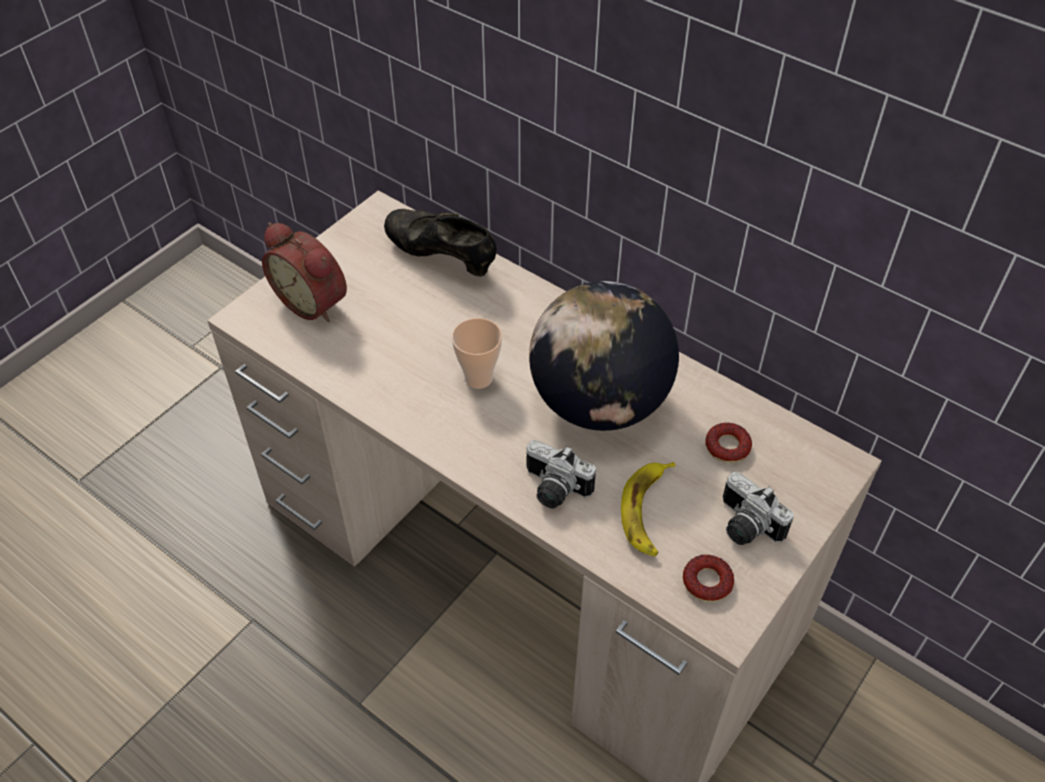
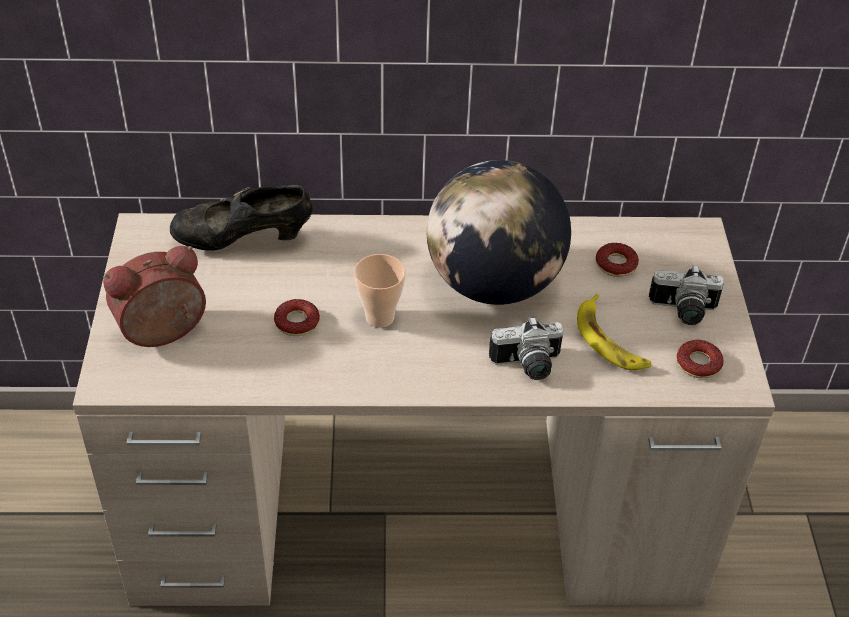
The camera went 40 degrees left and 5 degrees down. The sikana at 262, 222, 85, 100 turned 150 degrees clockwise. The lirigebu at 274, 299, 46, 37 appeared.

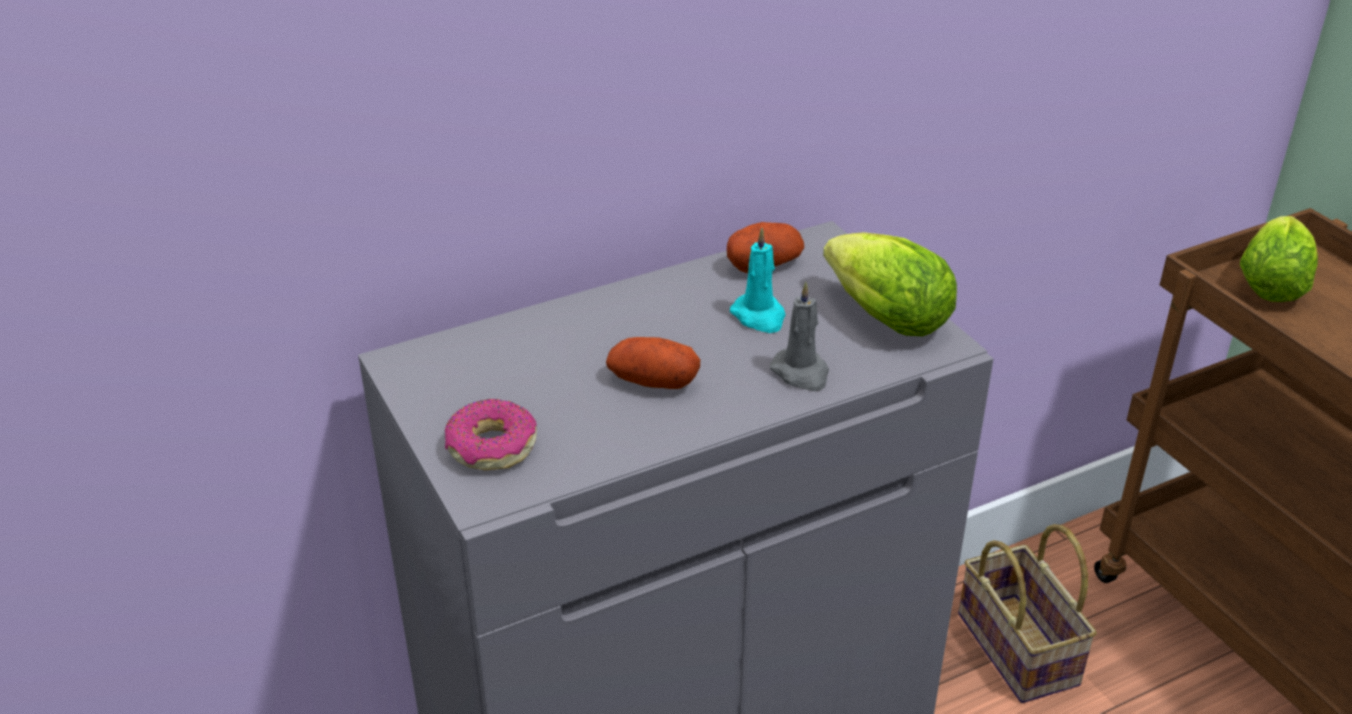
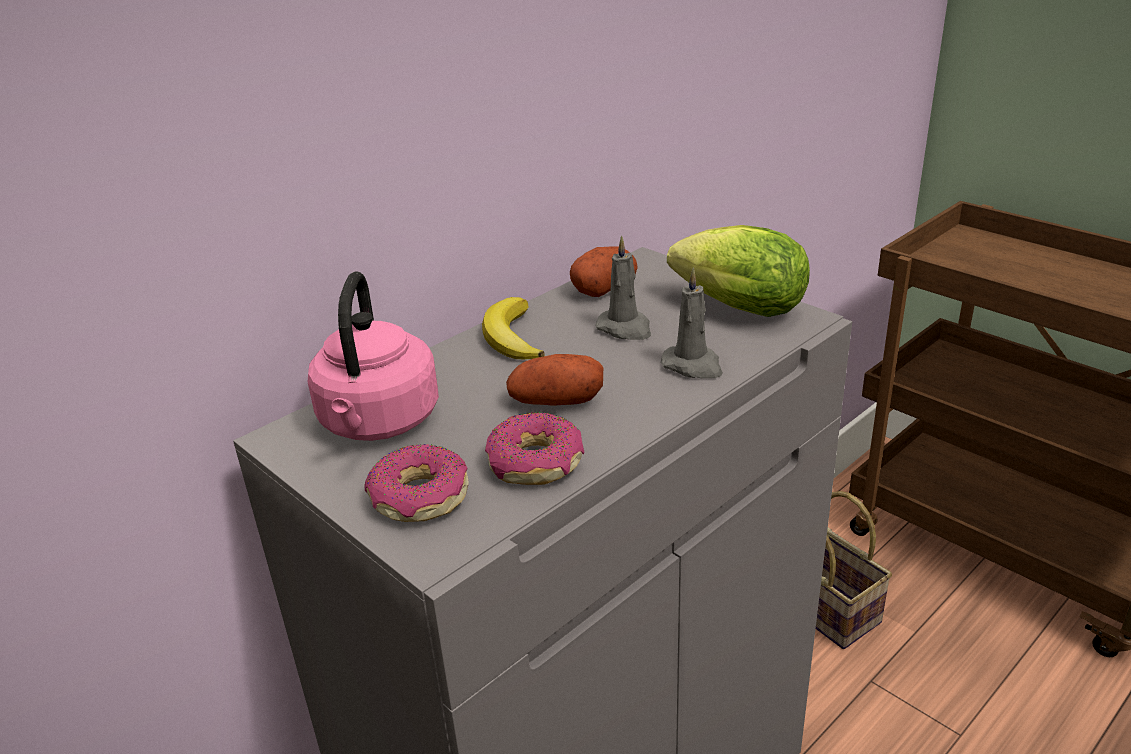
The camera went 15 degrees left and 5 degrees down. The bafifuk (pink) at 308, 271, 131, 170 appeared. The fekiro at 482, 297, 63, 62 appeared. The lirigebu at 485, 413, 99, 72 appeared. The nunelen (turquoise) at 730, 228, 56, 105 became the nunelen (grey) at 595, 236, 56, 104. The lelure at 1240, 216, 78, 86 disappeared.

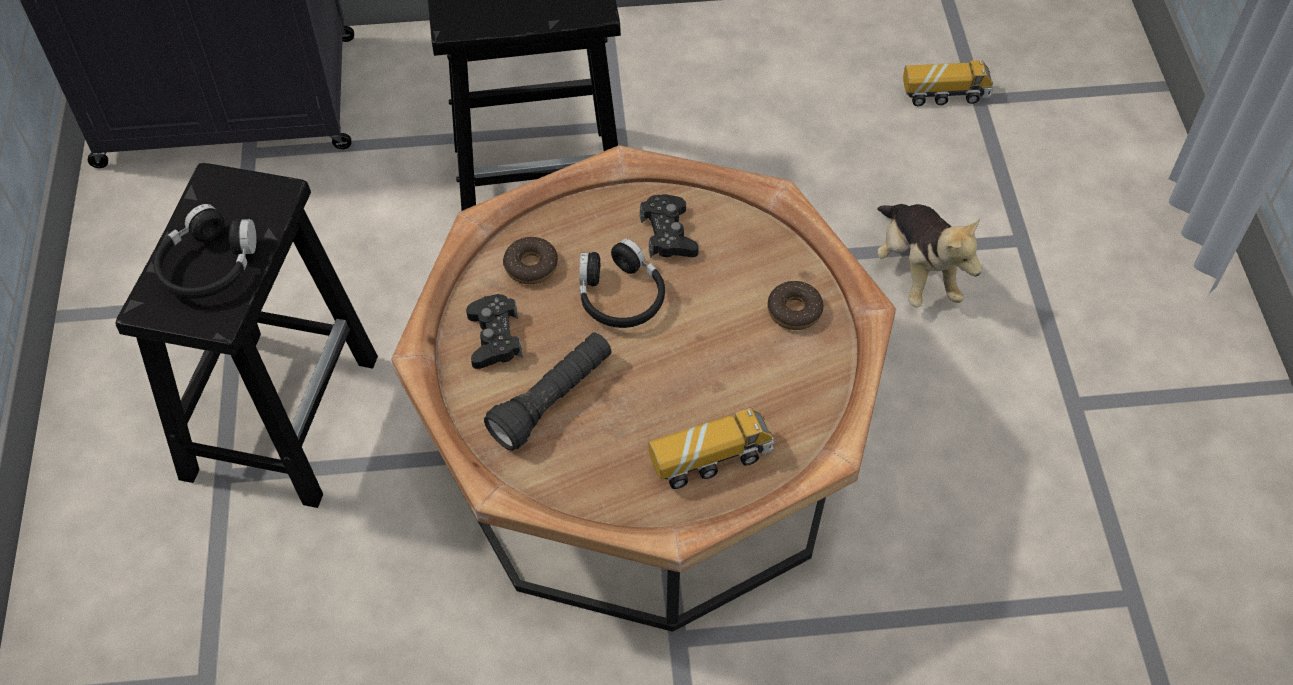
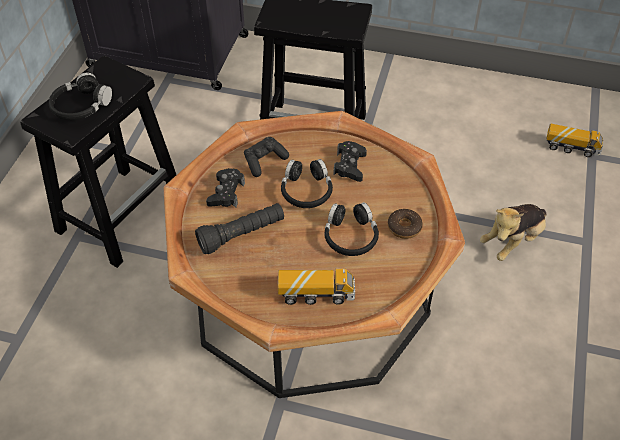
The camera went 20 degrees right and 5 degrees down. The lirigebu at 503, 237, 55, 47 was replaced by the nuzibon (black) at 244, 137, 45, 40. The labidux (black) at 324, 202, 55, 54 appeared. The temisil at 877, 204, 105, 104 turned 45 degrees clockwise.

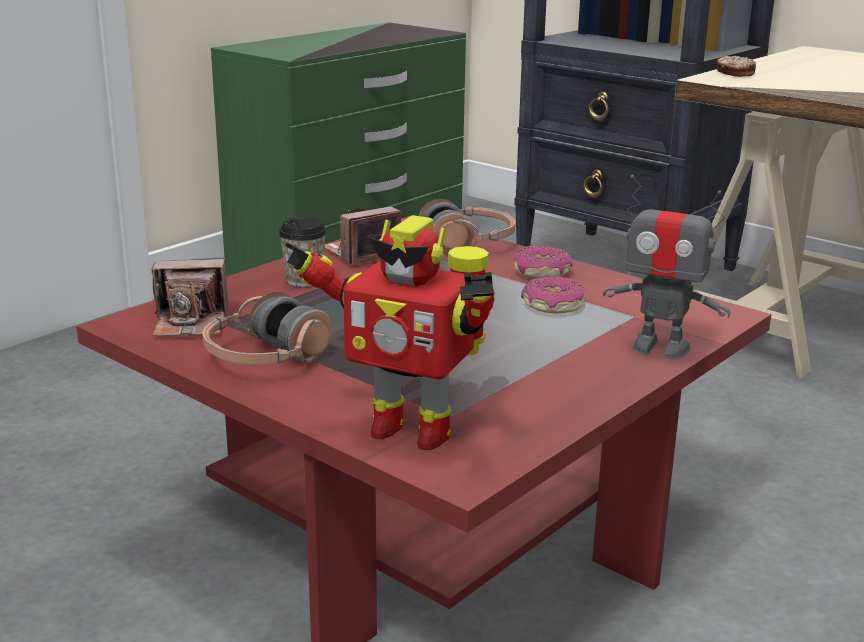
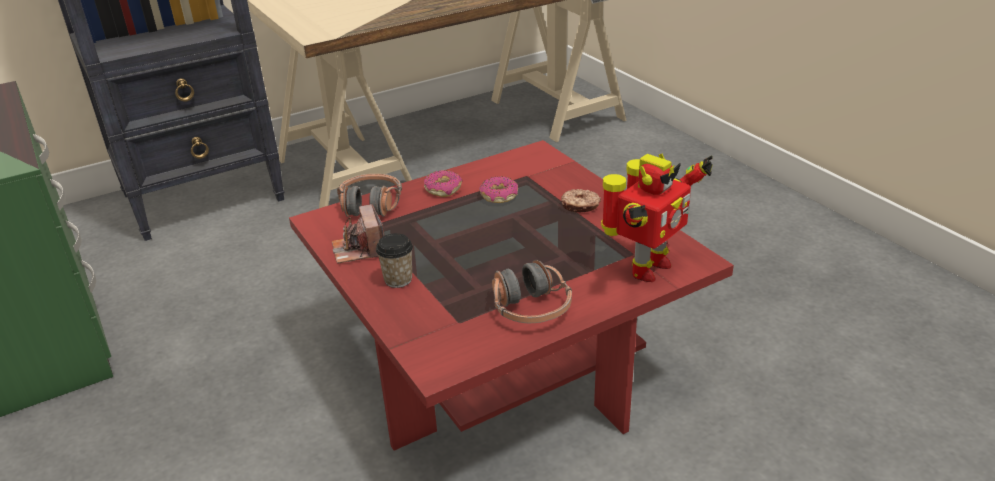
The camera went 70 degrees left and 10 degrees up. The lirigebu moved from 717, 56, 39, 21 to 561, 189, 40, 23. The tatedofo at 152, 258, 76, 79 disappeared. The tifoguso at 603, 175, 128, 184 disappeared.

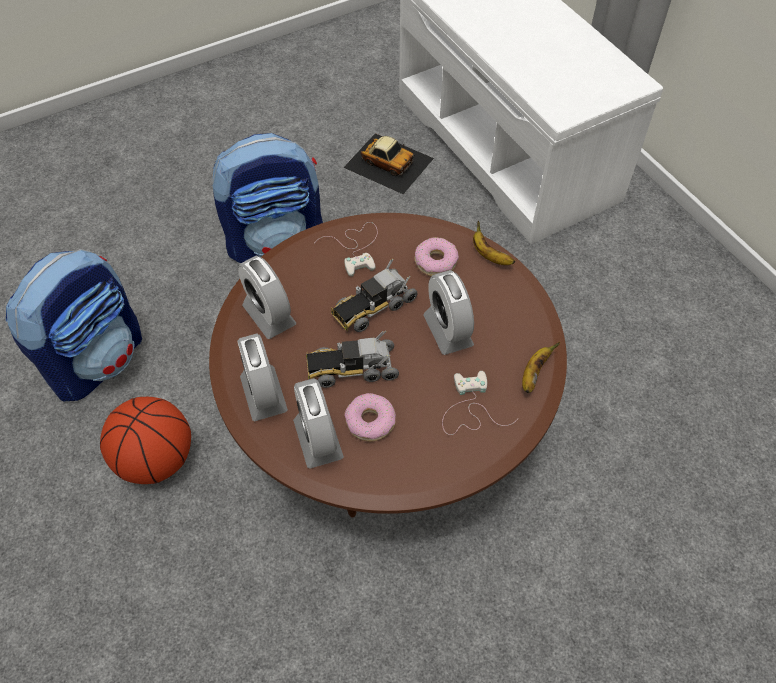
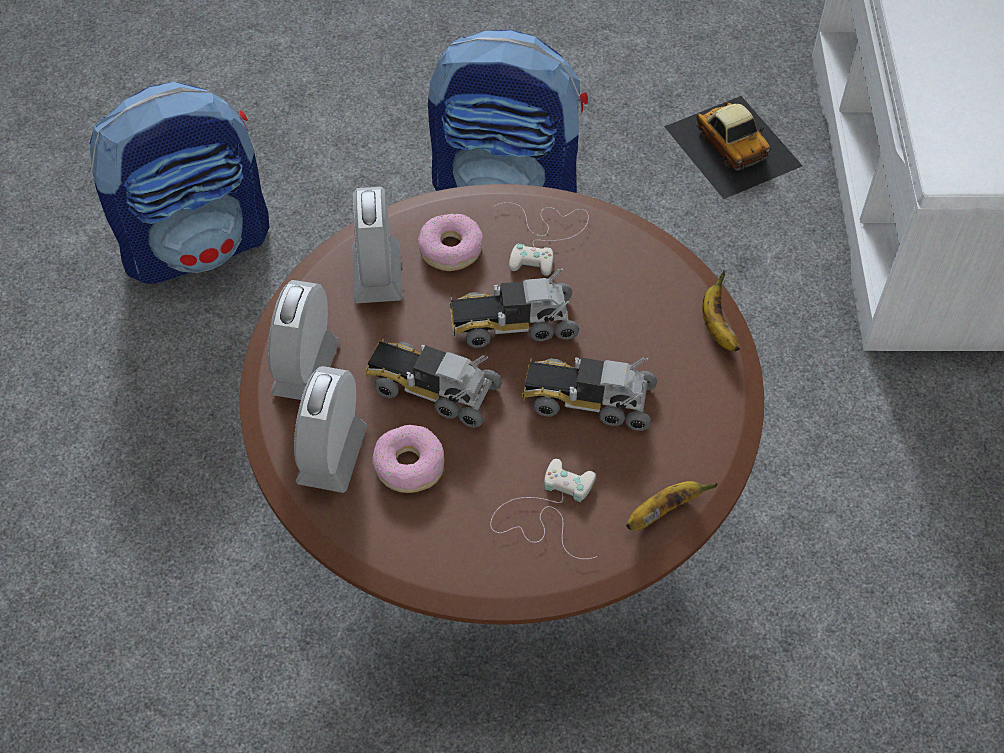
The camera went 30 degrees right and 0 degrees up. The lirigebu moved from 414, 237, 45, 39 to 418, 214, 65, 57. The sikana at 423, 270, 51, 85 was replaced by the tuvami at 522, 357, 135, 74. The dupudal at 100, 397, 91, 87 disappeared.

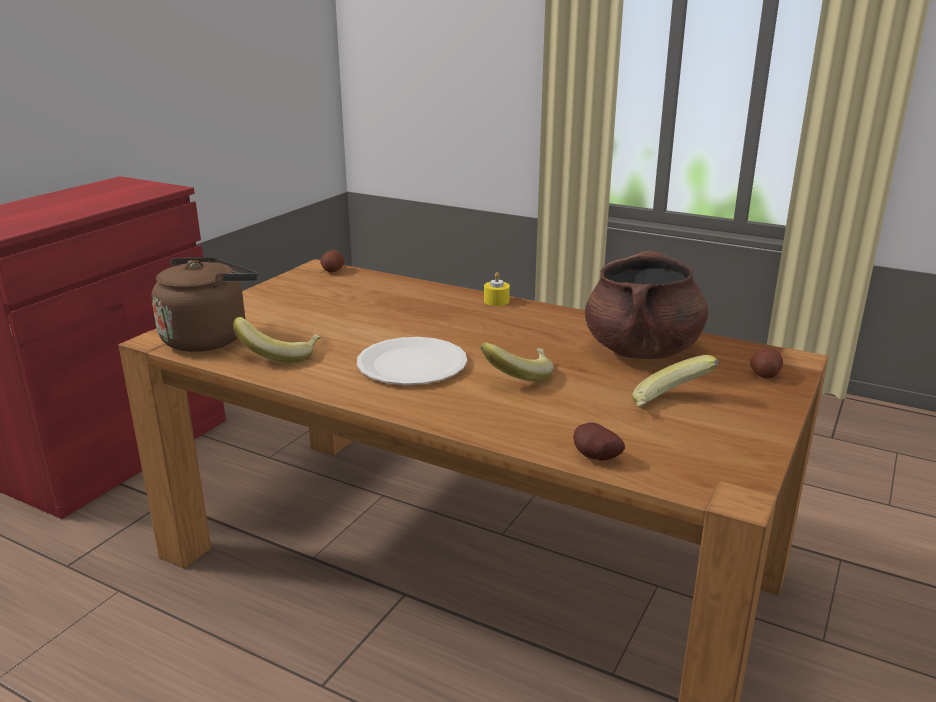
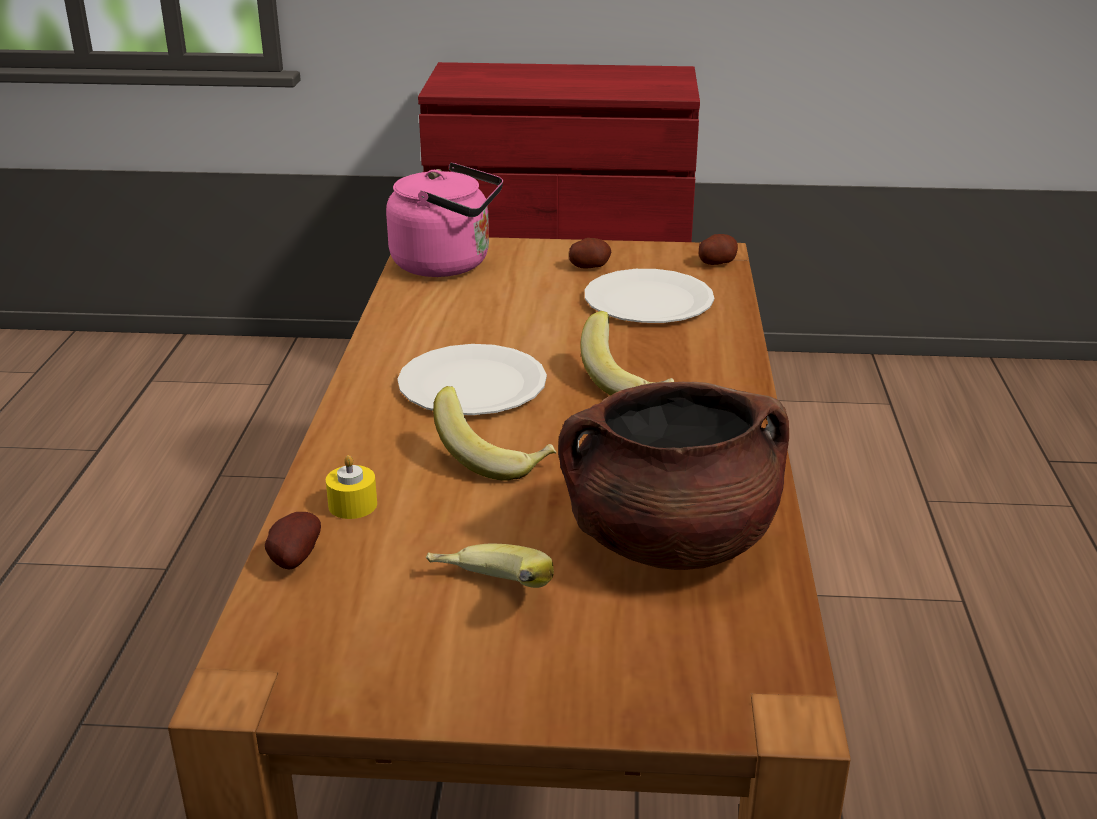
The camera went 65 degrees right and 5 degrees up. The nunelen (yellow) moved from 484, 272, 26, 34 to 326, 455, 51, 64. The bafifuk (brown) at 152, 257, 106, 95 became the bafifuk (pink) at 386, 163, 117, 114. The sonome moved from 750, 347, 33, 32 to 569, 238, 42, 31. The fekiro moved from 233, 317, 88, 46 to 580, 311, 94, 84. The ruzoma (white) at 585, 269, 129, 54 appeared.

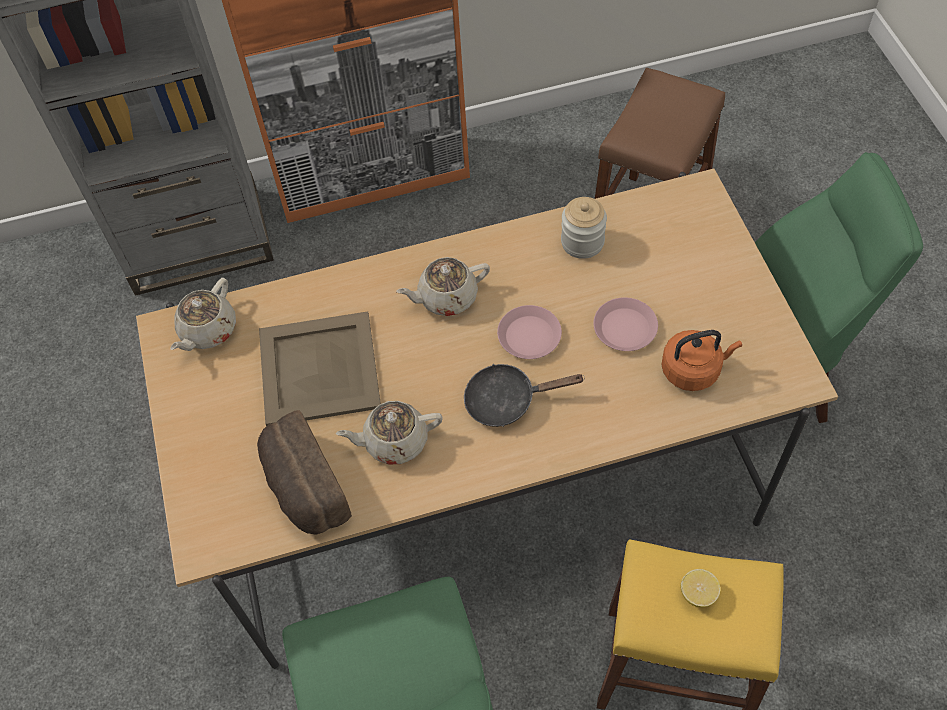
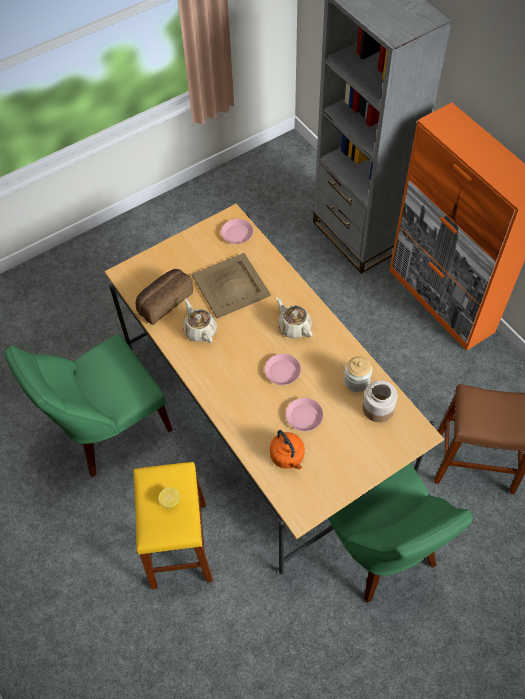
The camera went 70 degrees right and 0 degrees up. The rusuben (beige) at 170, 278, 66, 73 was replaced by the ruzoma (pink) at 221, 219, 32, 25. The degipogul at 362, 380, 35, 42 appeared. The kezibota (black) at 464, 364, 121, 63 disappeared.

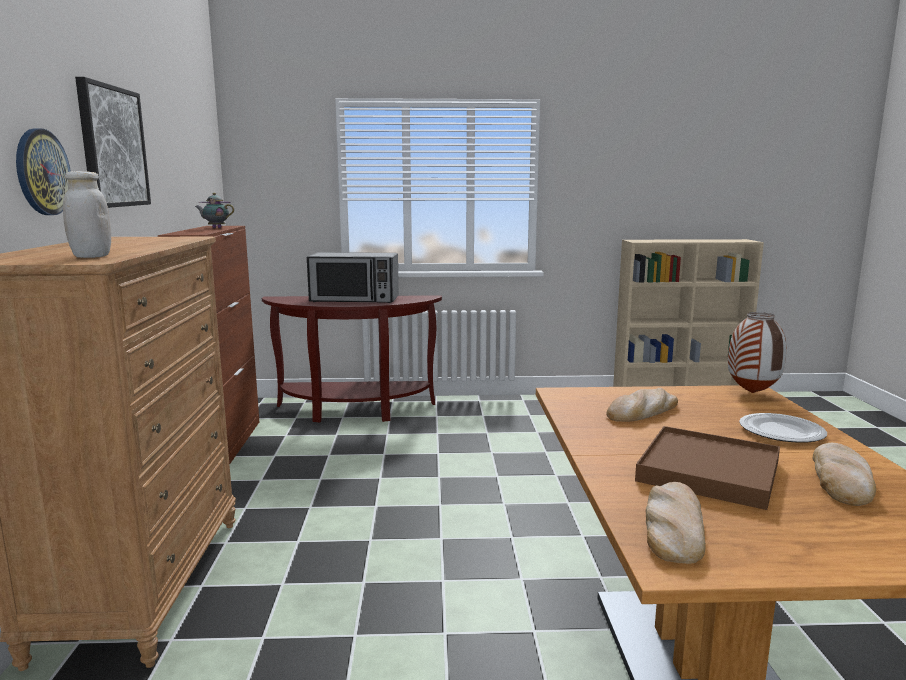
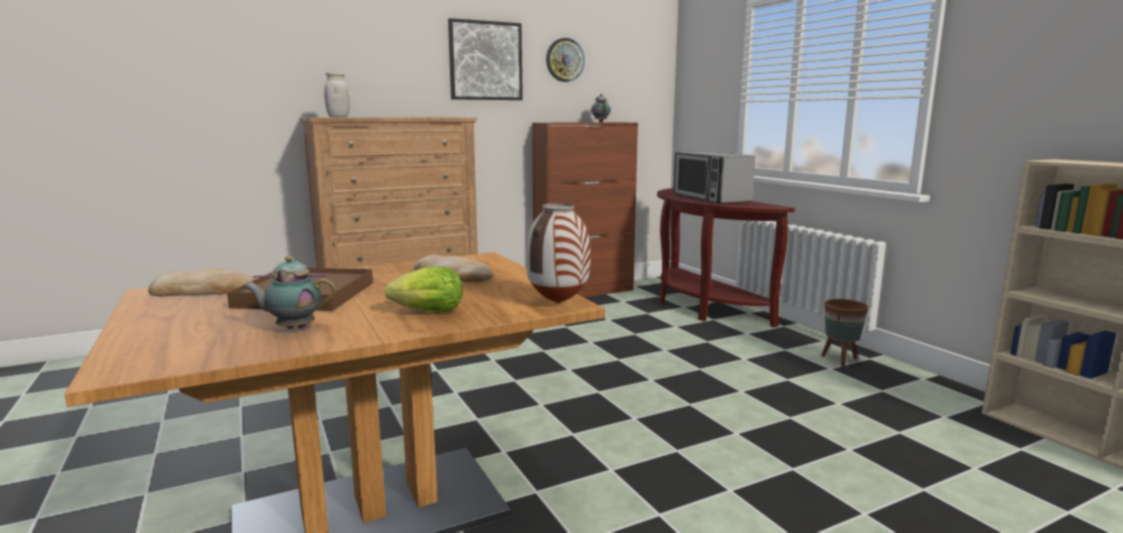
The camera went 65 degrees right and 0 degrees up. The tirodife at 813, 442, 63, 64 was replaced by the rusuben at 244, 256, 92, 73. The ruzoma at 739, 413, 88, 29 was replaced by the lelure at 385, 266, 78, 46. The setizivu moved from 16, 128, 55, 87 to 546, 38, 39, 44. The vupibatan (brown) at 821, 299, 47, 69 appeared.

